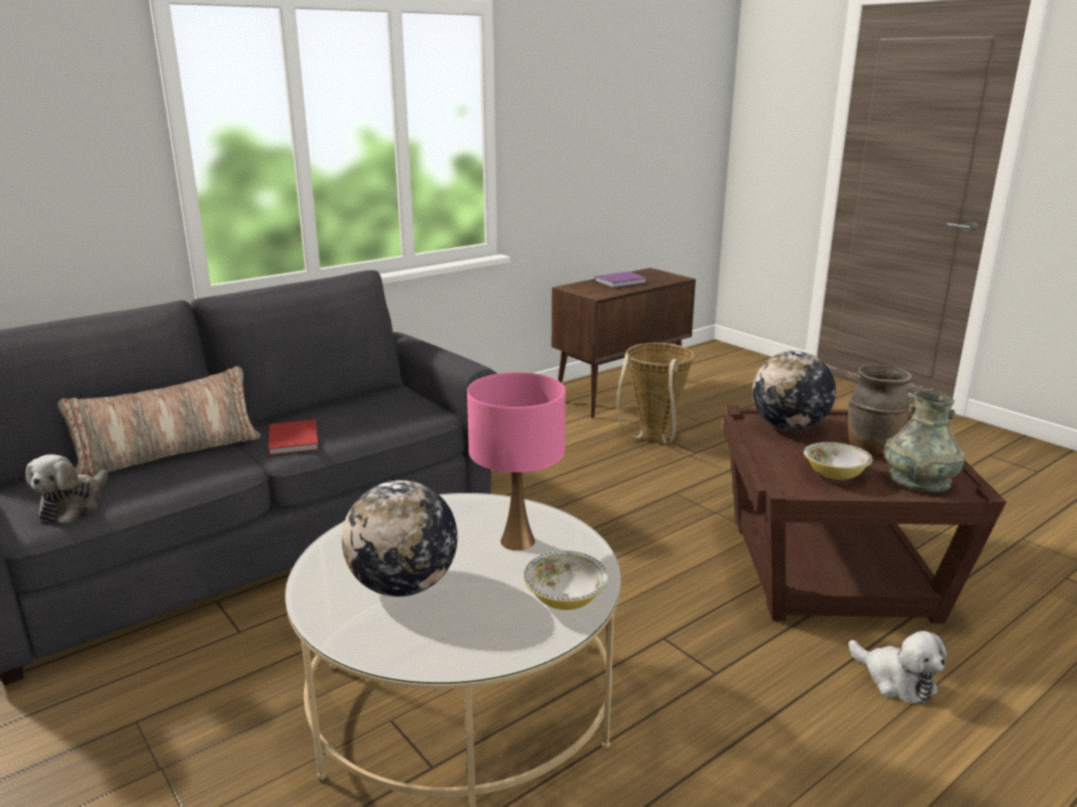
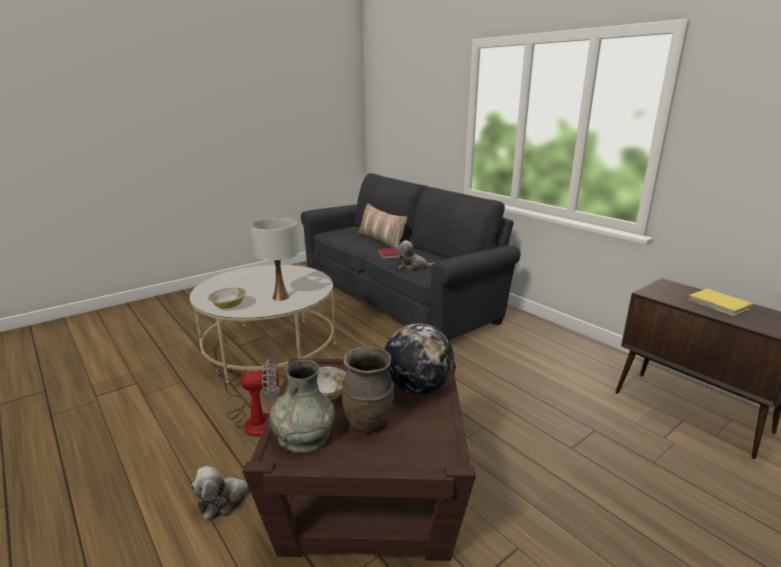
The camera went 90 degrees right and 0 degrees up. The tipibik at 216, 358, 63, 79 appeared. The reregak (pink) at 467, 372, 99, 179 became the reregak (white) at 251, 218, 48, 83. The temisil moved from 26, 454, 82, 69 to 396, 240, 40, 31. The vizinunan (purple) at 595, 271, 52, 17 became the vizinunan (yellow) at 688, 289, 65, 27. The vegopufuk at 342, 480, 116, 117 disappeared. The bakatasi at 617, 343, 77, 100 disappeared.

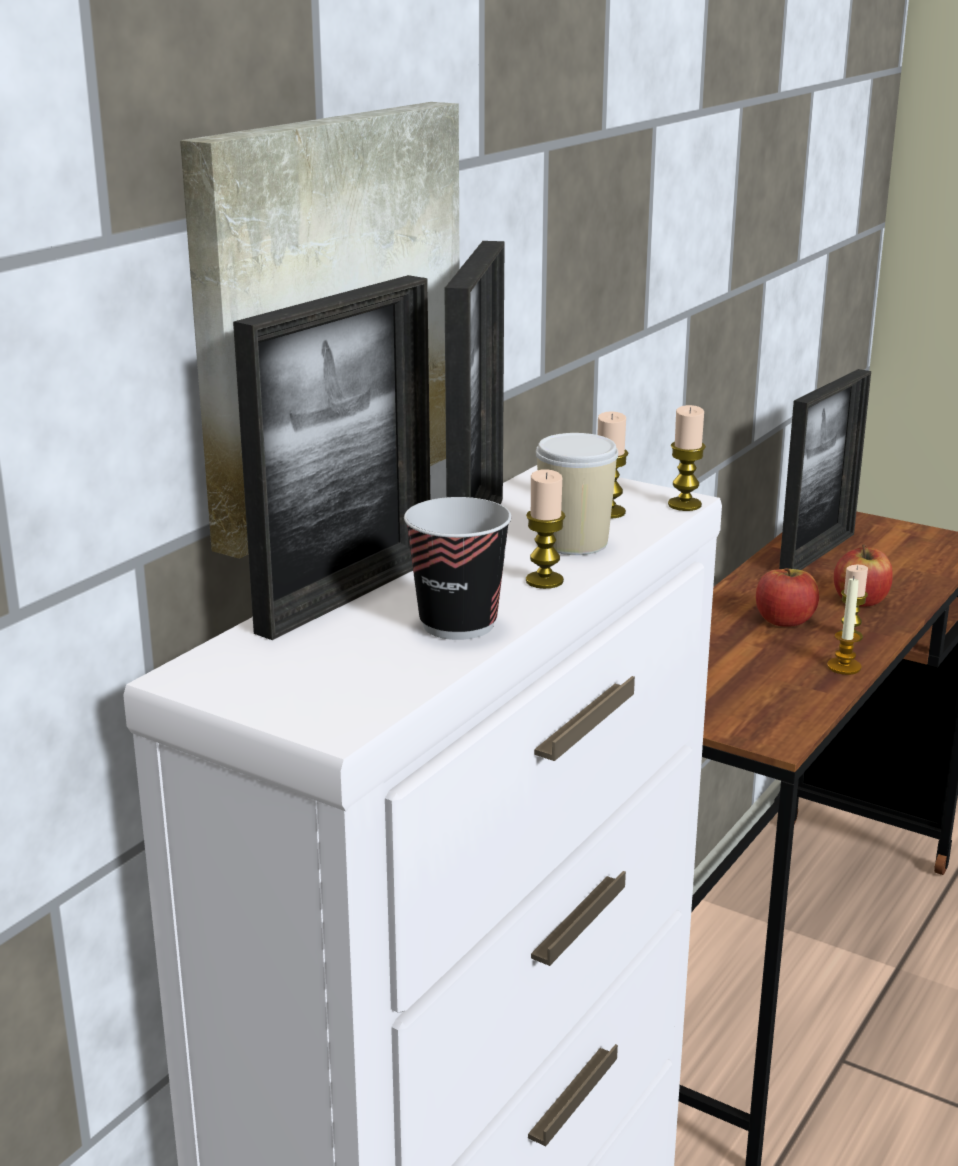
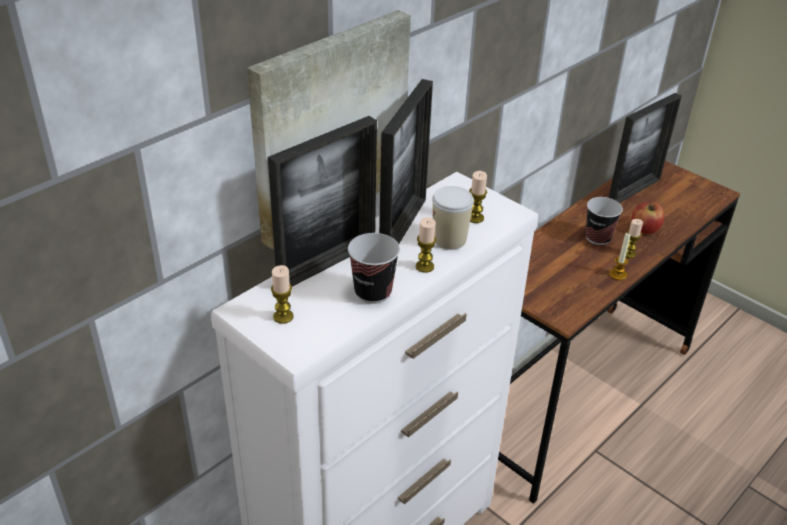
The camera went 10 degrees right and 15 degrees up. The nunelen moved from 668, 405, 38, 106 to 271, 265, 23, 59. The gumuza at 756, 568, 63, 59 was replaced by the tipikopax at 586, 197, 37, 48.

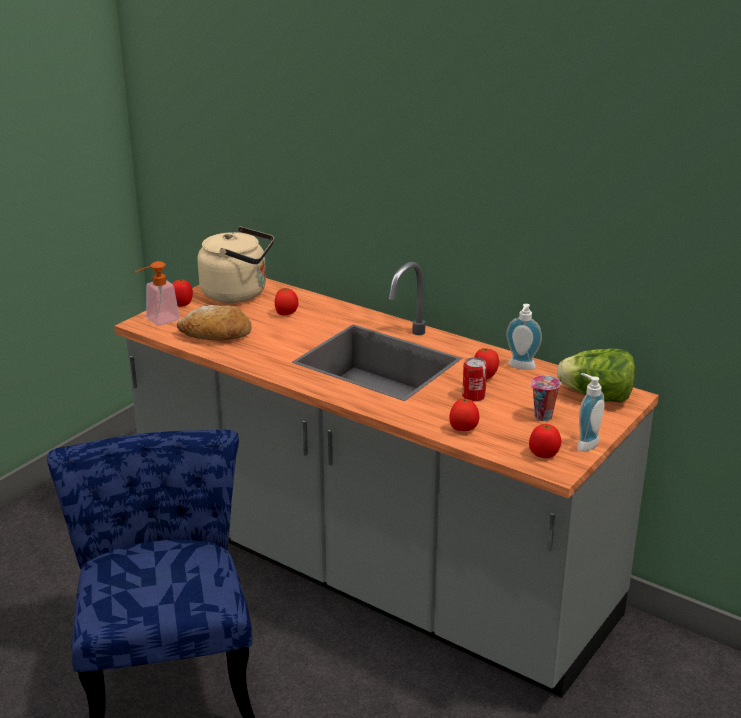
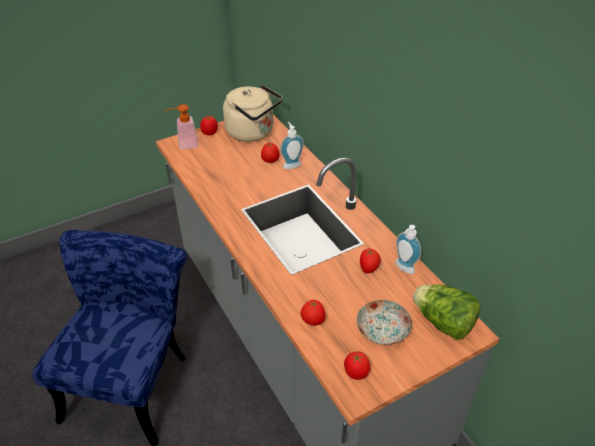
The camera went 25 degrees right and 15 degrees up. The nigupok moved from 577, 373, 27, 79 to 280, 122, 24, 47. The tipikopax at 530, 375, 31, 46 was replaced by the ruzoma at 356, 300, 56, 45. The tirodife at 177, 305, 74, 35 disappeared. The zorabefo at 462, 357, 25, 45 disappeared.

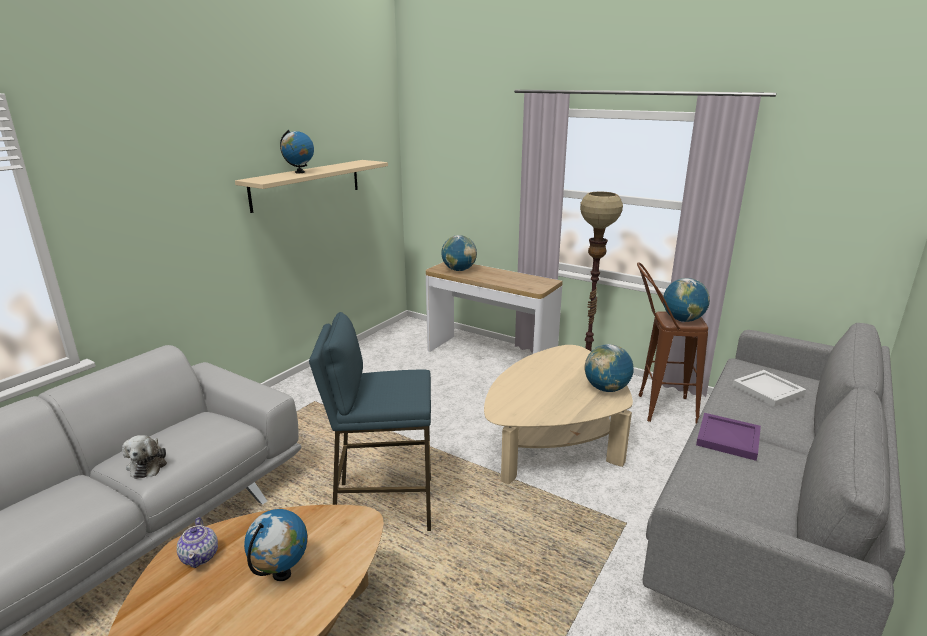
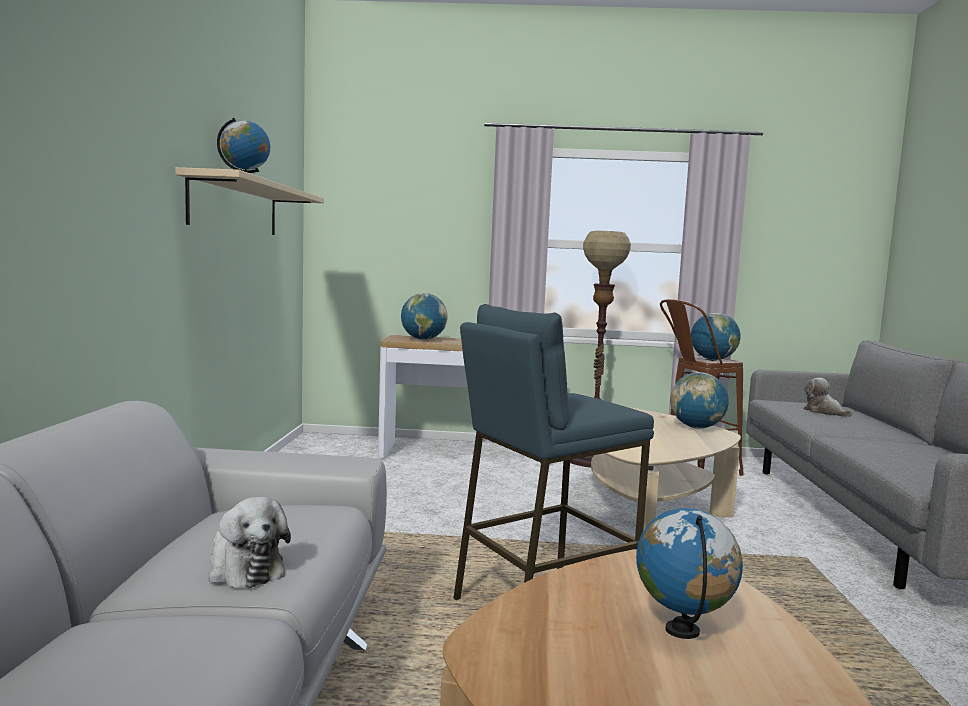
The camera went 30 degrees left and 15 degrees down. The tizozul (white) at 732, 370, 74, 37 was replaced by the temisil at 803, 378, 50, 39. The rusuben at 177, 517, 41, 51 disappeared. The tizozul (purple) at 696, 413, 65, 48 disappeared.

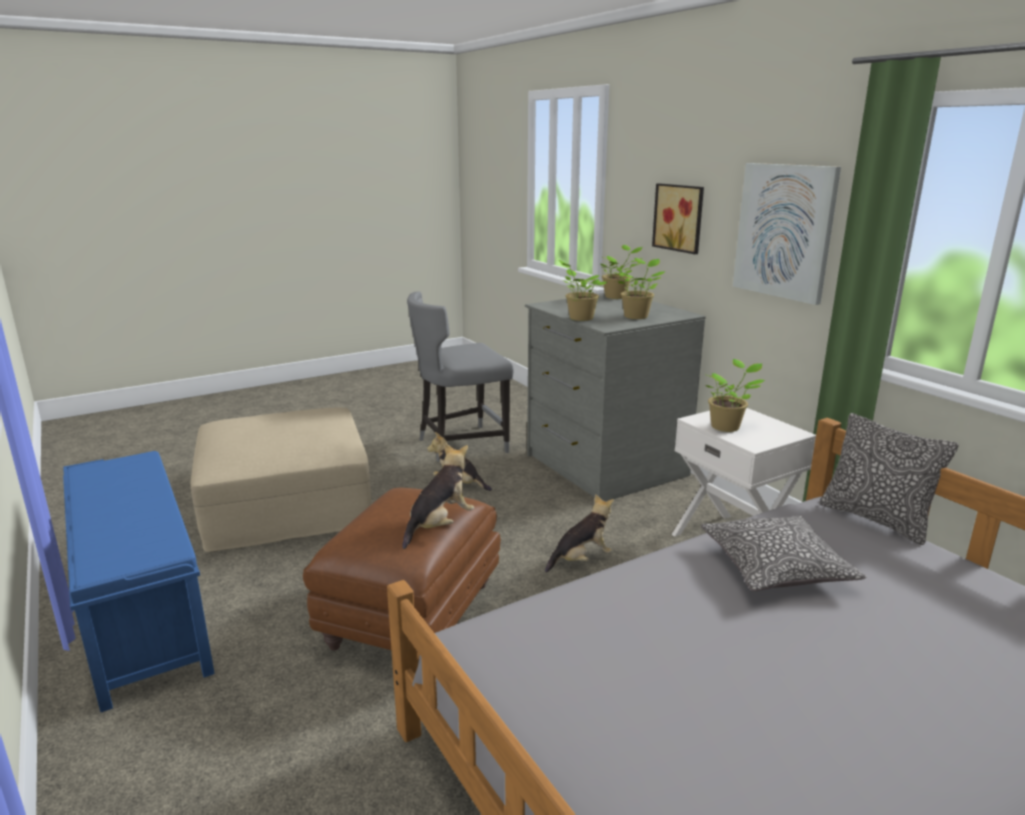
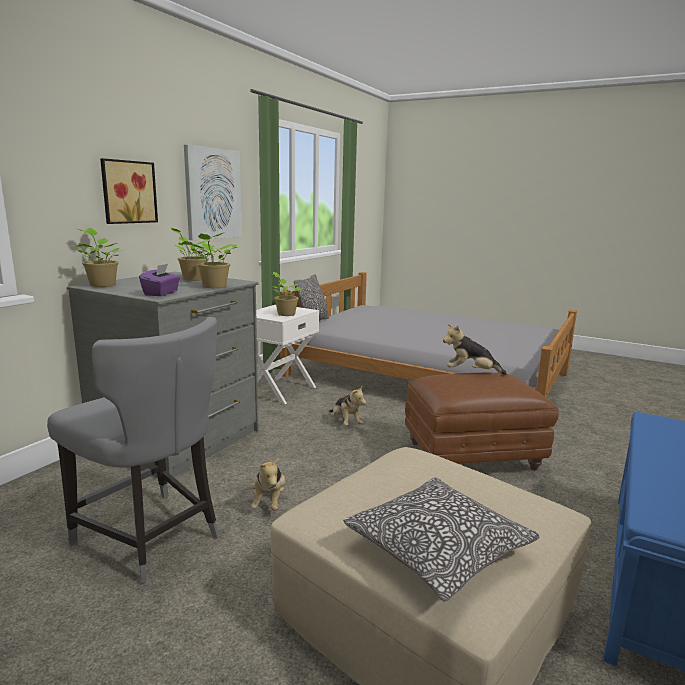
The camera went 120 degrees left and 5 degrees down. The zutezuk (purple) at 139, 264, 41, 32 appeared. The temisil at 545, 494, 69, 79 turned 150 degrees counterclockwise. The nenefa moved from 701, 516, 165, 75 to 343, 477, 196, 125.

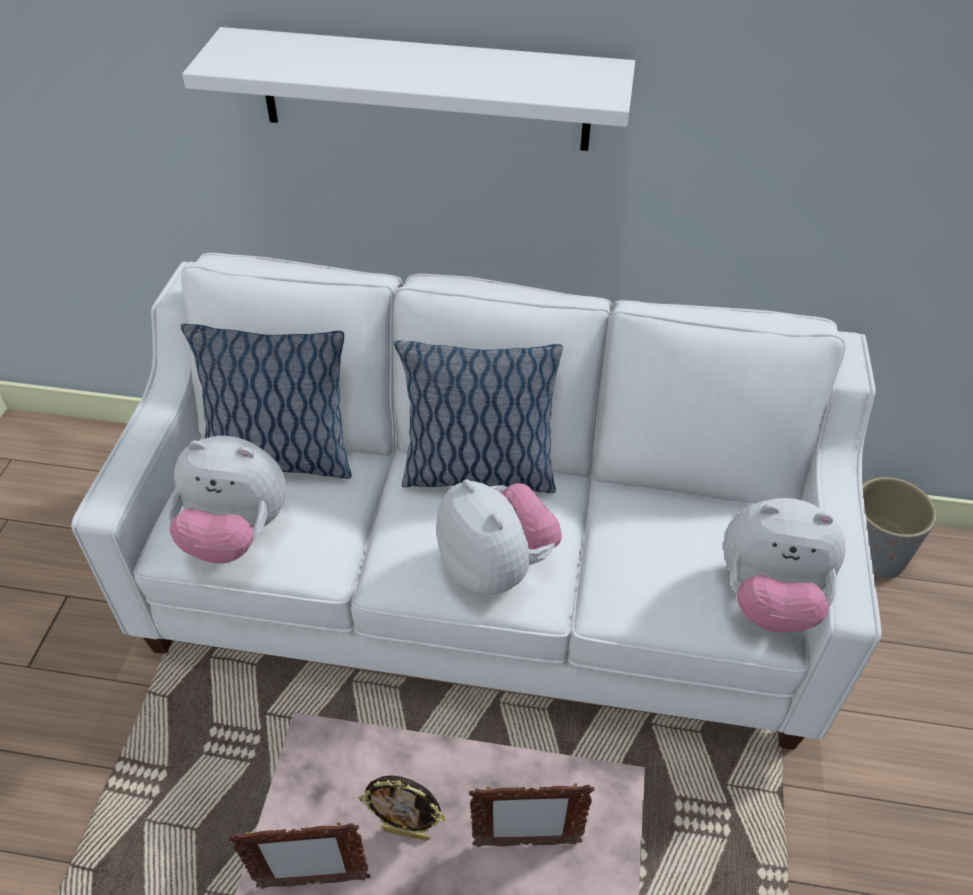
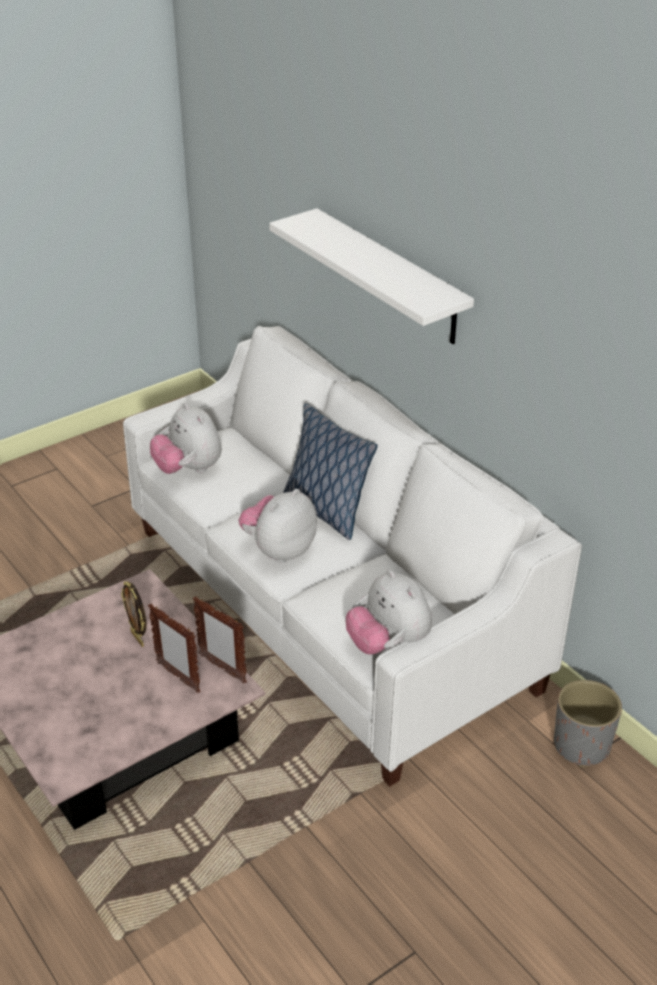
The camera went 45 degrees right and 10 degrees down. The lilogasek moved from 228, 822, 142, 67 to 193, 596, 54, 87. The temisil at 436, 479, 126, 116 turned 150 degrees counterclockwise. The nenefa at 181, 324, 170, 155 disappeared.

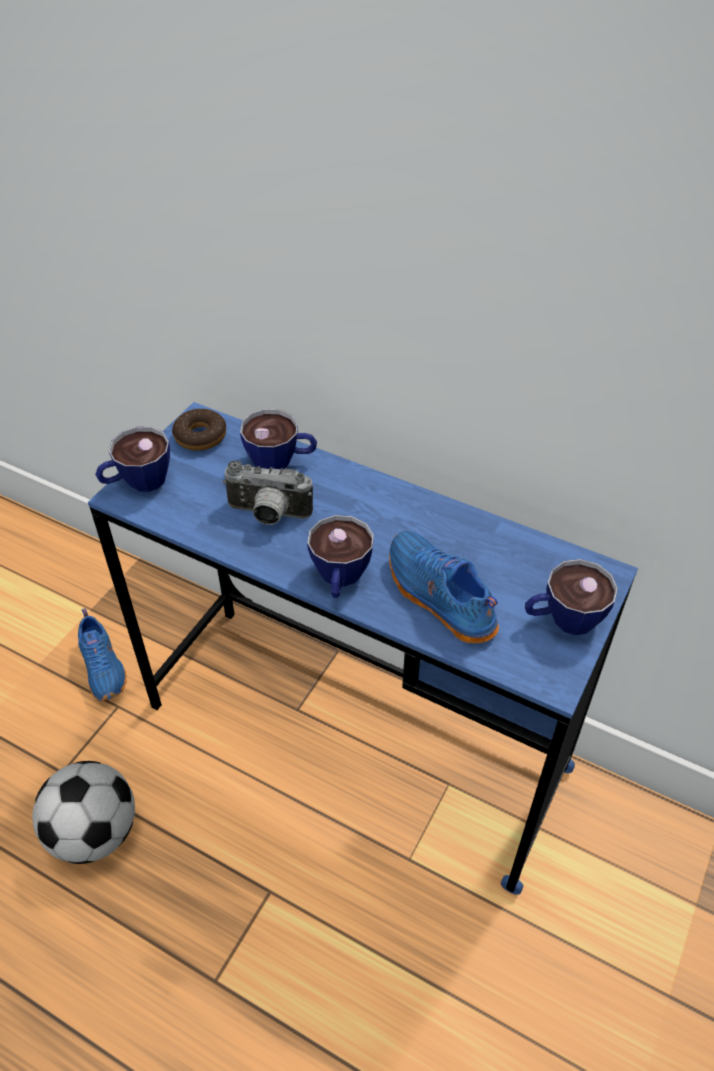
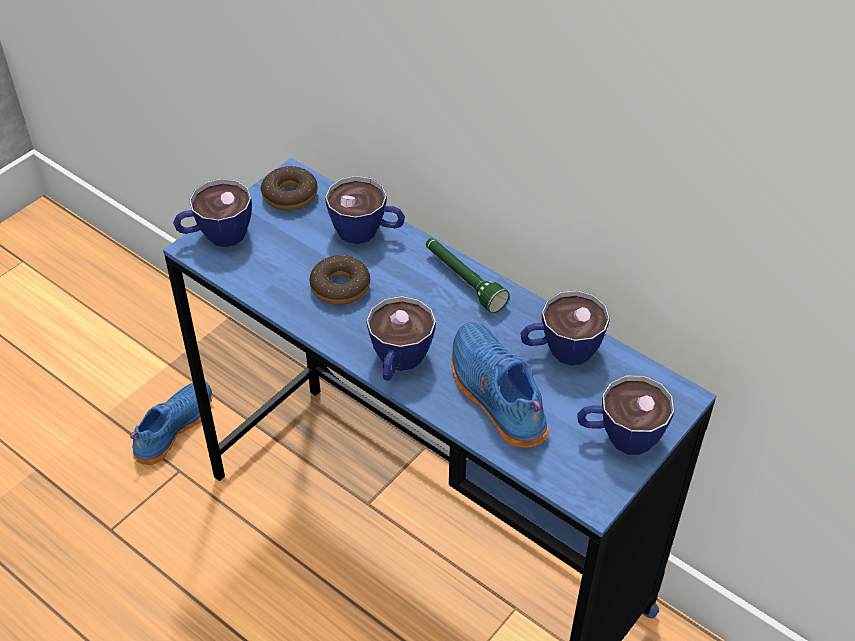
The camera went 10 degrees right and 0 degrees up. The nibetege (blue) at 78, 608, 49, 93 turned 135 degrees counterclockwise. The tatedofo at 223, 461, 90, 64 was replaced by the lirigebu at 309, 255, 61, 50. The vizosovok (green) at 426, 238, 83, 75 appeared. The tipikopax at 520, 290, 90, 75 appeared. The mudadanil at 32, 761, 103, 103 disappeared.

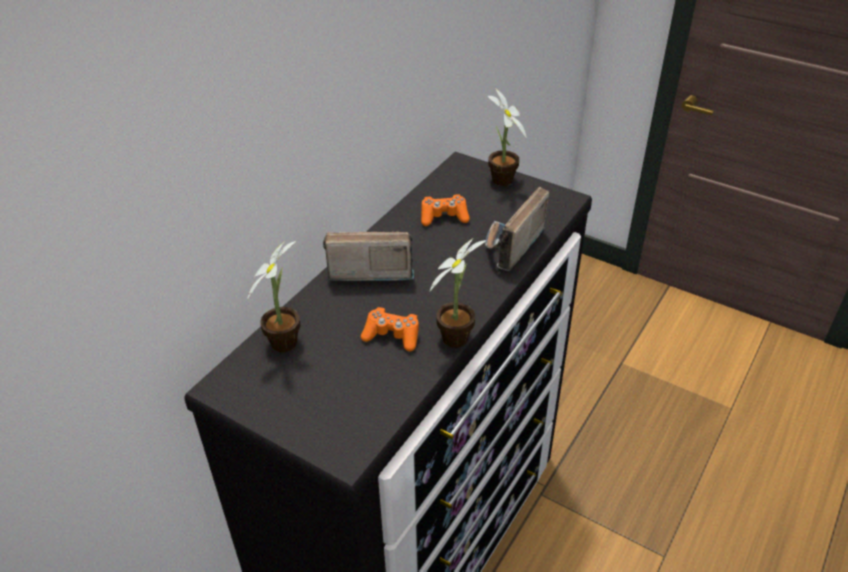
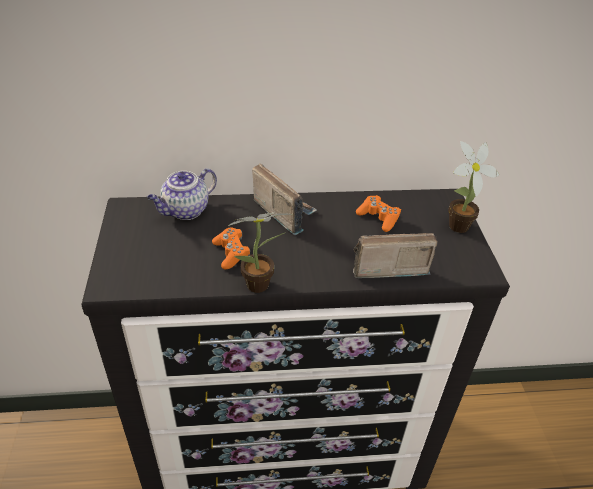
The camera went 50 degrees right and 0 degrees up. The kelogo at 247, 241, 54, 111 was replaced by the rusuben at 147, 168, 70, 52.

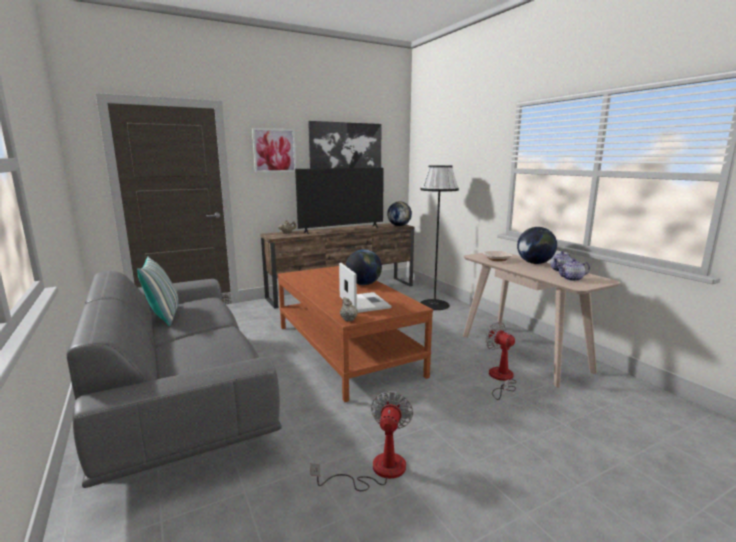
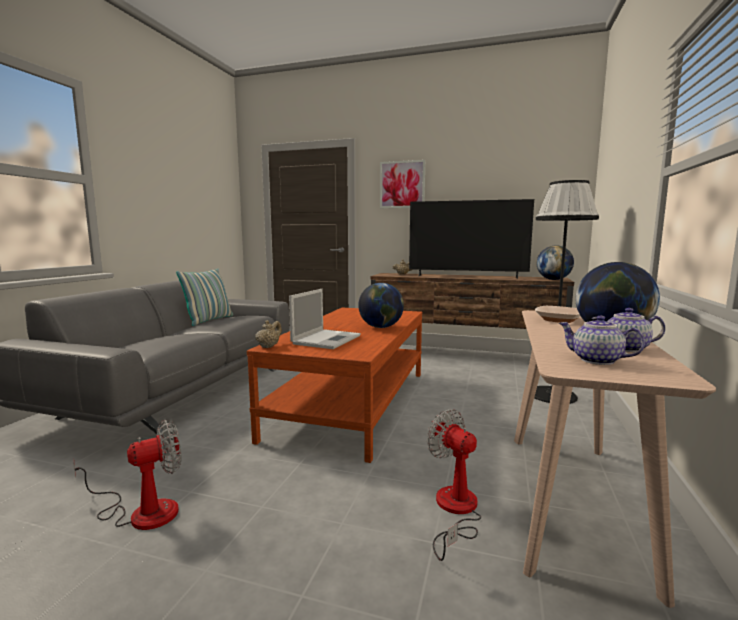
The camera went 45 degrees right and 5 degrees down. The tipibik at 485, 322, 32, 78 turned 45 degrees counterclockwise. The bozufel at 308, 121, 73, 48 disappeared.

